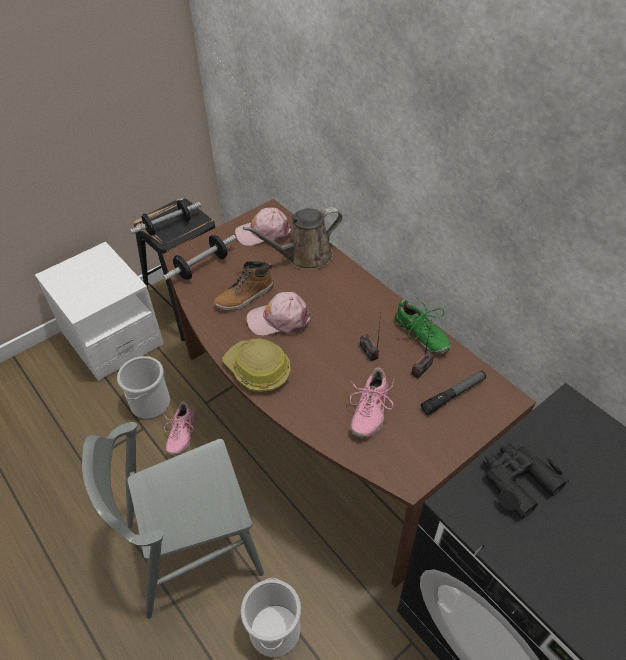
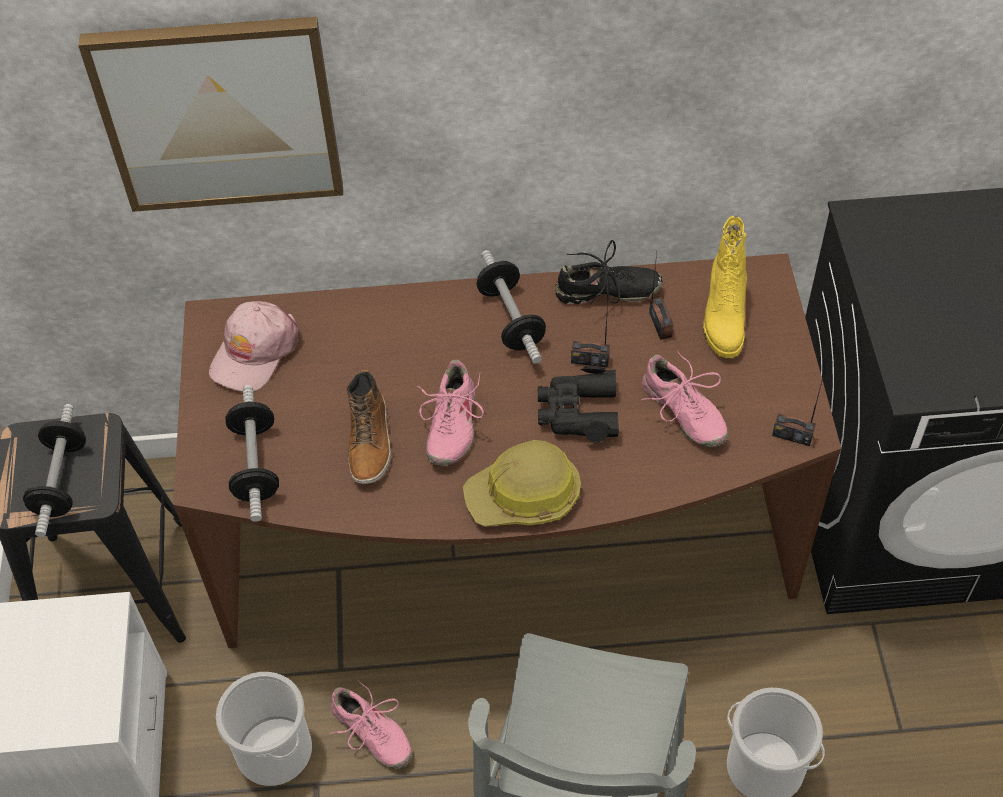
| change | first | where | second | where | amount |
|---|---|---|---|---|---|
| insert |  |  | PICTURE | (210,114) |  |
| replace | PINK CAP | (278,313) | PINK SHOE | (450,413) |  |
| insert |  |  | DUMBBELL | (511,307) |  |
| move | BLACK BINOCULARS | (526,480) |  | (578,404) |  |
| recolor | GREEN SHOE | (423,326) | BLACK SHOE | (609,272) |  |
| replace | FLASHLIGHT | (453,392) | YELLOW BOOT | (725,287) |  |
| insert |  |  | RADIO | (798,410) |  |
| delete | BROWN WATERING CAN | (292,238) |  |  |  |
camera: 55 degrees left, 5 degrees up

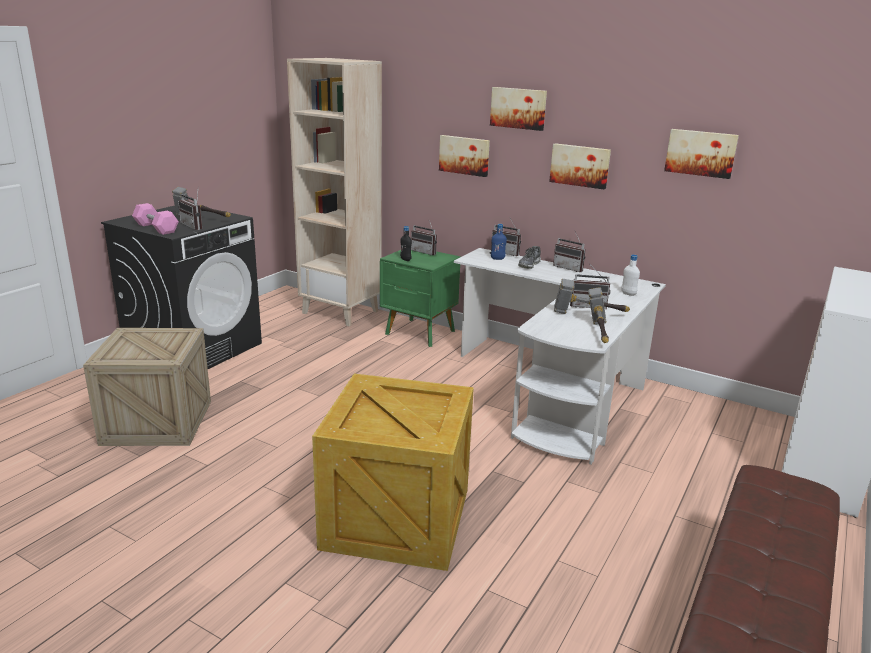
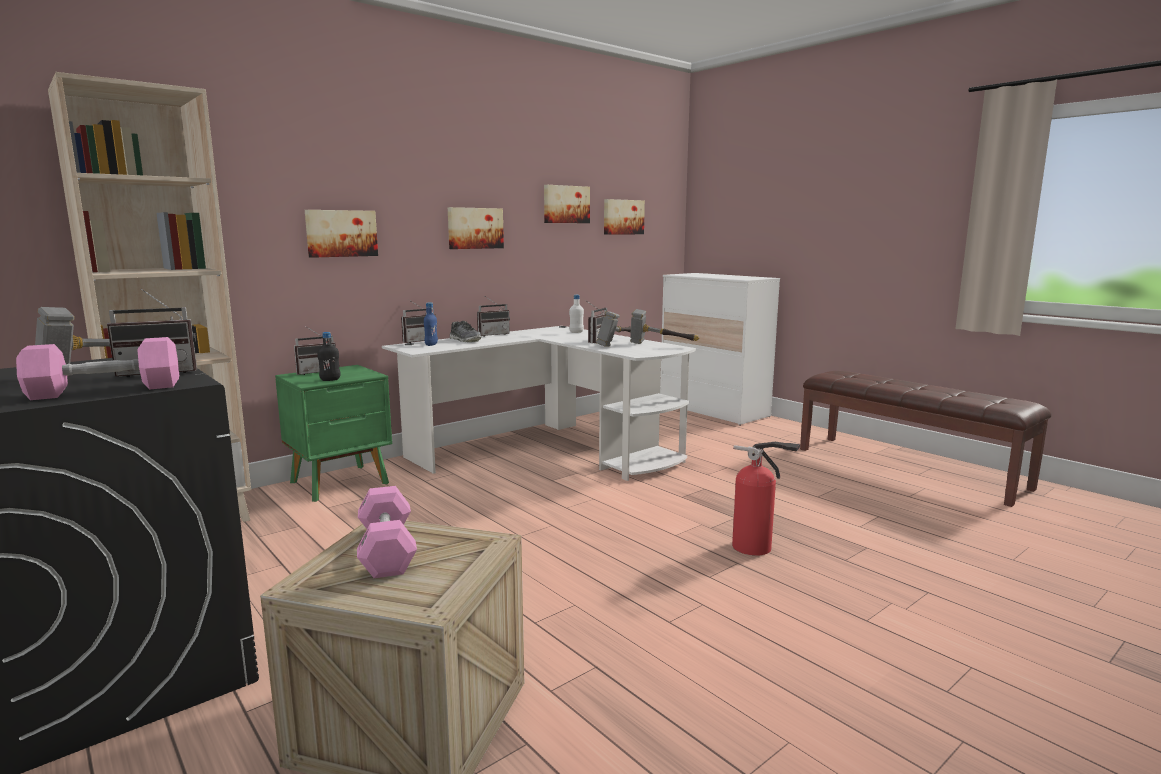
| change | first | where | second | where | amount |
|---|---|---|---|---|---|
| insert |  |  | PINK DUMBBELL | (387,532) |  |
| move | PICTURE | (518,109) |  | (624,217) |  |
| replace | CRATE | (393,472) | FIRE EXTINGUISHER | (766,499) |  |
camera: 70 degrees left, 10 degrees down

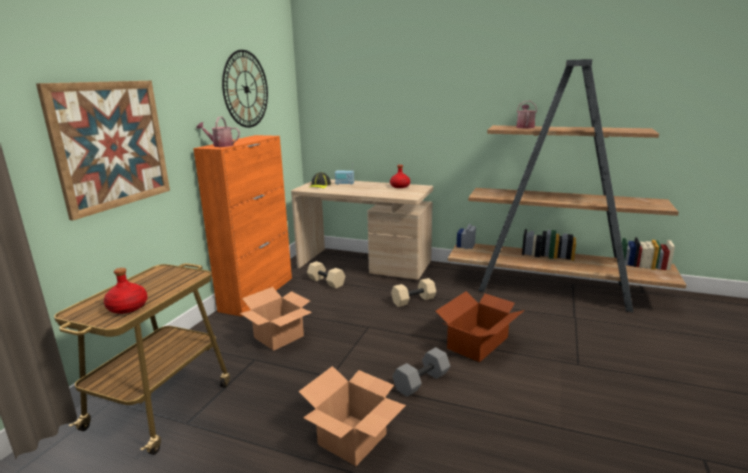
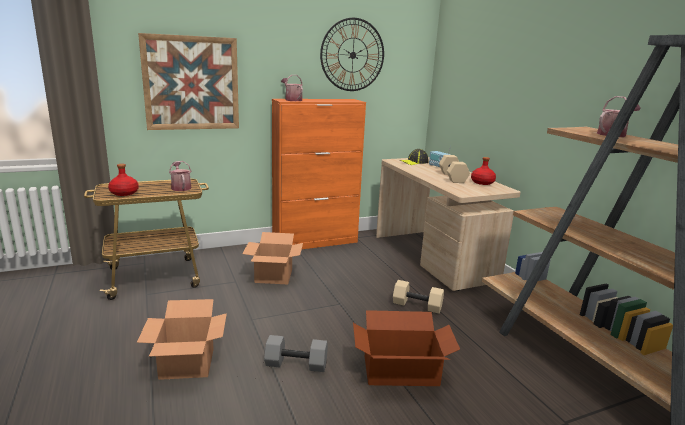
| change | first | where | second | where | amount |
|---|---|---|---|---|---|
| insert |  |  | WATERING CAN | (180,176) |  |
| move | BEIGE DUMBBELL | (326,275) |  | (454,169) |  |
camera: 45 degrees right, 0 degrees up

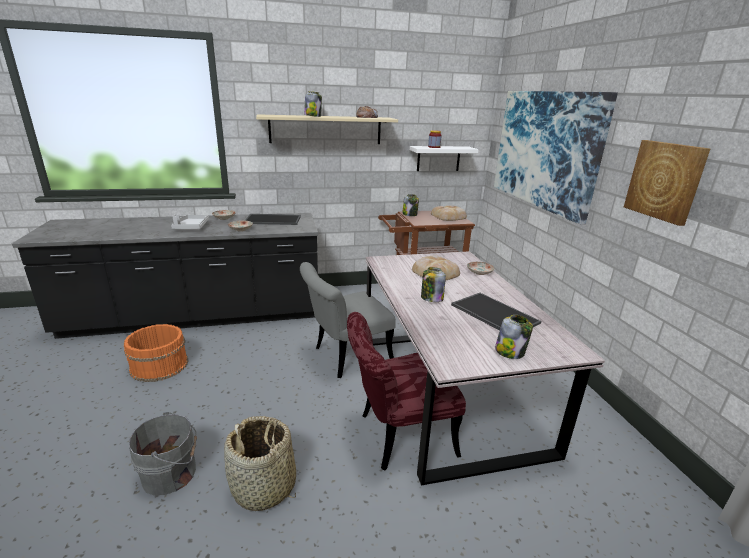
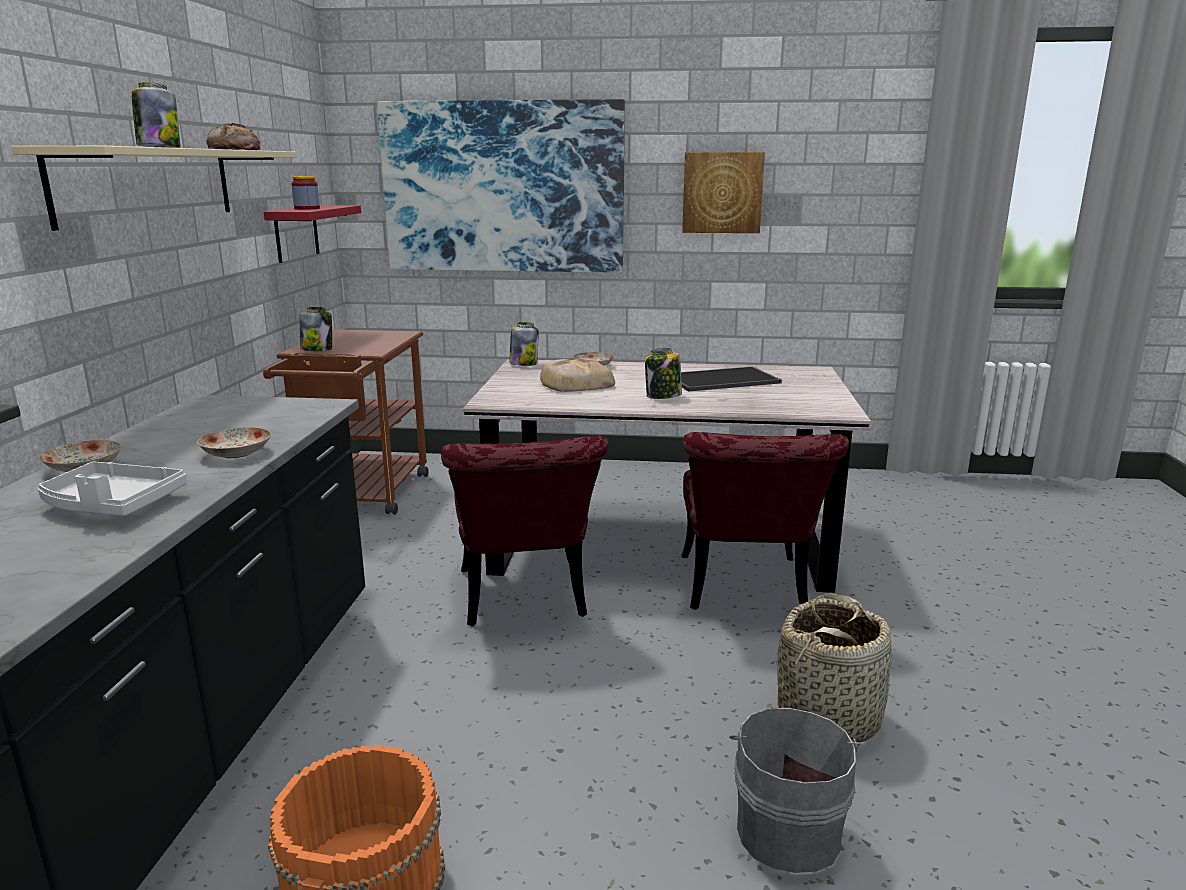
| change | first | where | second | where | amount |
|---|---|---|---|---|---|
| recolor | WHITE SHELF | (444,158) | RED SHELF | (312,234) |  |
| recolor | GREY CHAIR | (348,320) | RED CHAIR | (524,531) |  |
| move | JAR | (514,337) |  | (524,344) |  |
| delete | TRAY | (273,219) |  |  |  |
| delete | BREAD | (449,213) |  |  |  |
camera: 70 degrees left, 5 degrees down

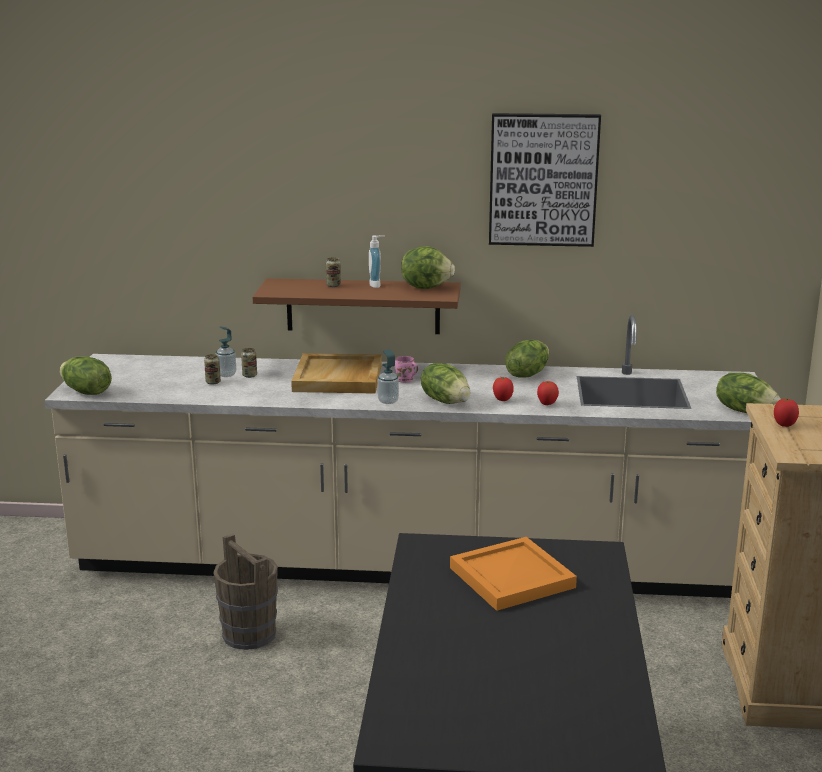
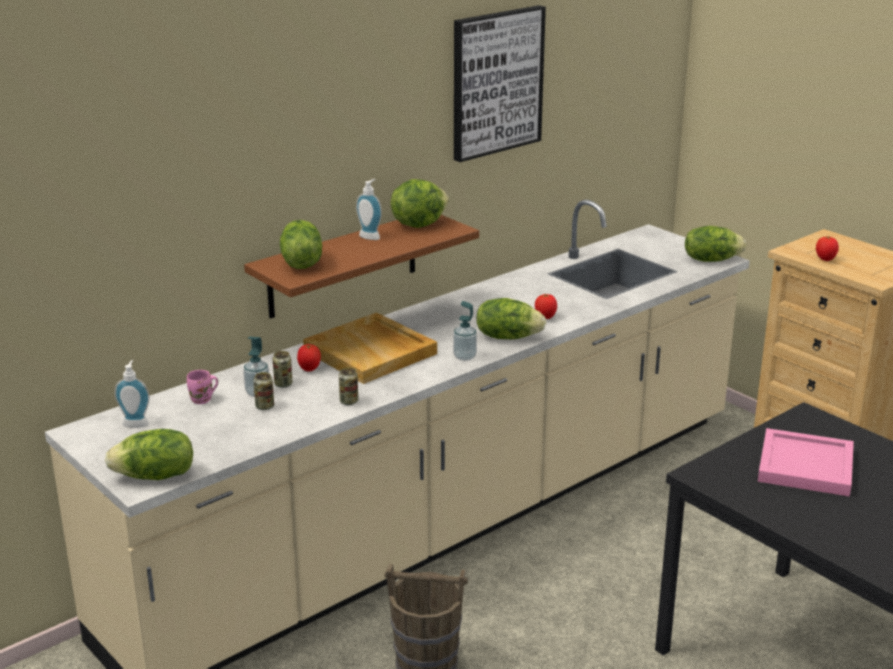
| change | first | where | second | where | amount |
|---|---|---|---|---|---|
| insert |  |  | SOAP DISPENSER | (132,394) |  |
| move | PINK MUG | (406,369) |  | (202,387) |  |
| move | LETTUCE | (527,359) |  | (301,244) |  |
| move | TOMATO | (548,393) |  | (309,358) |  |
| move | CAN | (333,272) |  | (348,386) |  |
| recolor | ORANGE TRAY | (513,574) | PINK TRAY | (806,462) |  |
camera: 45 degrees left, 5 degrees up

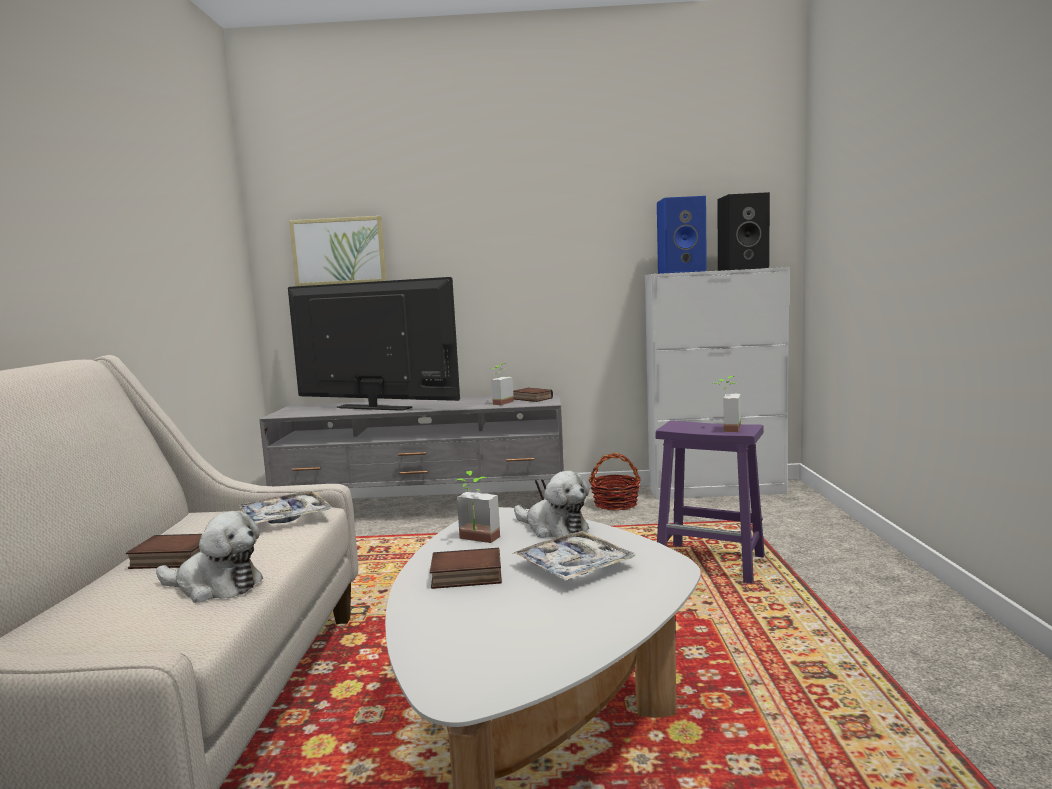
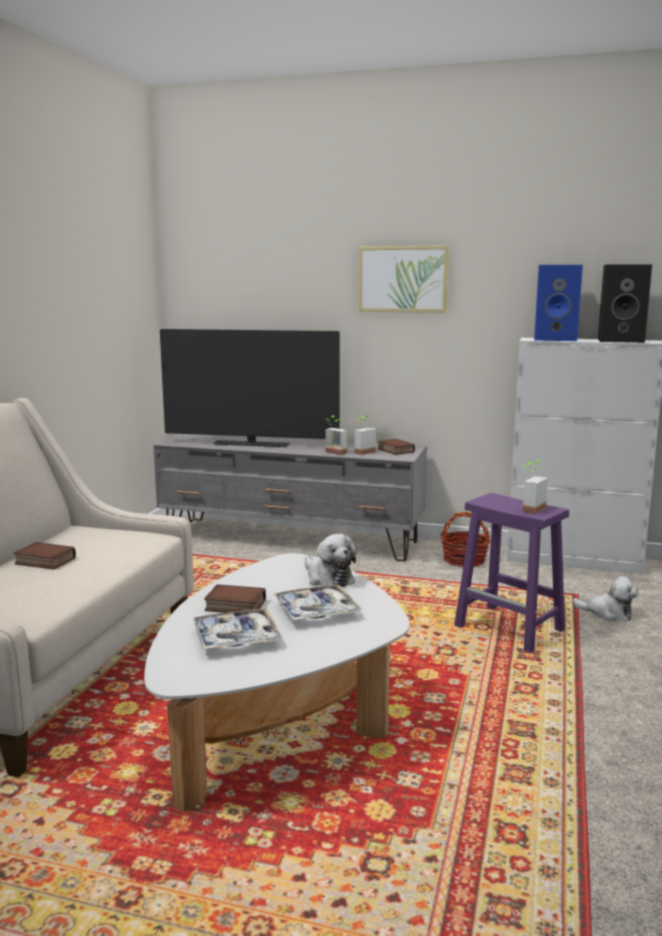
| change | first | where | second | where | amount |
|---|---|---|---|---|---|
| rotate | TELEVISION | (374,344) |  | (250,388) | 150 degrees clockwise |
| move | TRAY | (285,507) |  | (237,628) |  |
| move | POTTED PLANT | (477,507) |  | (336,435) |  |
| move | PICTURE | (338,251) |  | (403,279) |  |
| move | PLUSH TOY | (209,557) |  | (605,599) |  |
camera: 15 degrees right, 5 degrees up

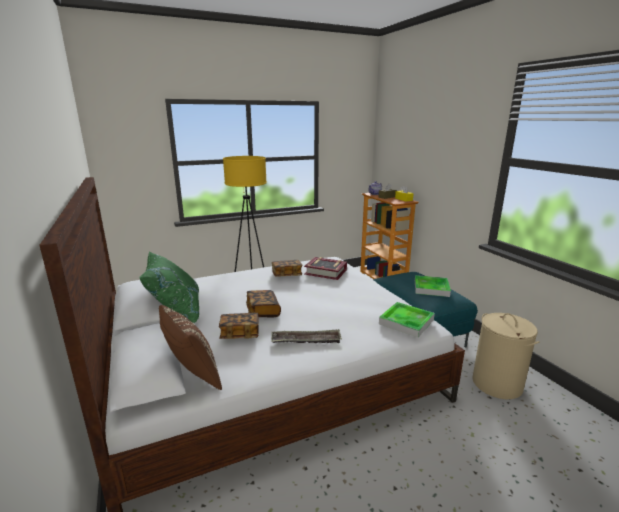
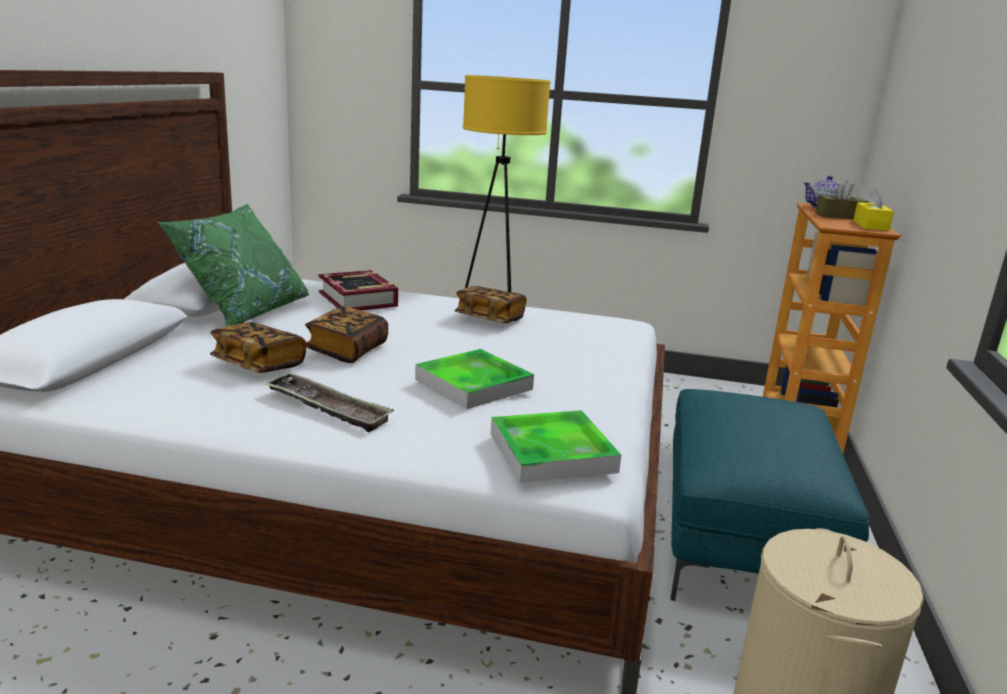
| change | first | where | second | where | amount |
|---|---|---|---|---|---|
| move | BOOK | (325,268) |  | (358,290) |  |
| move | TRAY | (433,286) |  | (474,379) |  |
| delete | BROWN PILLOW | (190,347) |  |  |  |
camera: 35 degrees right, 0 degrees up

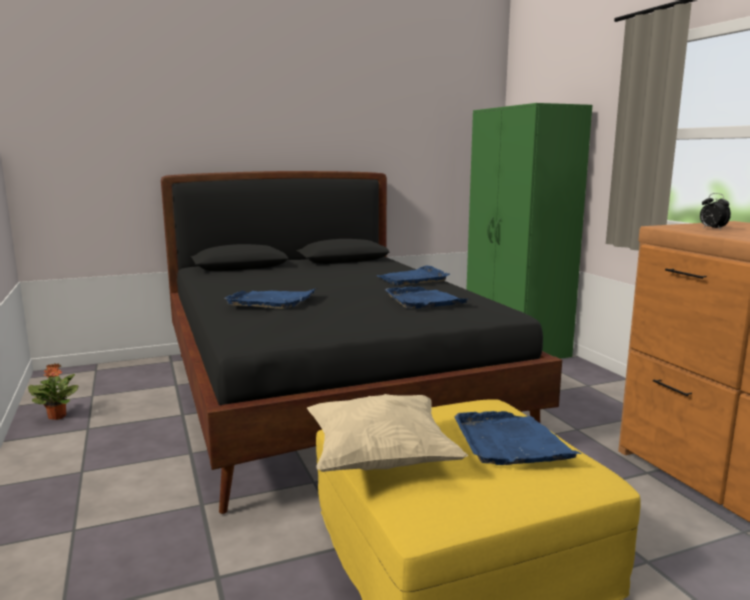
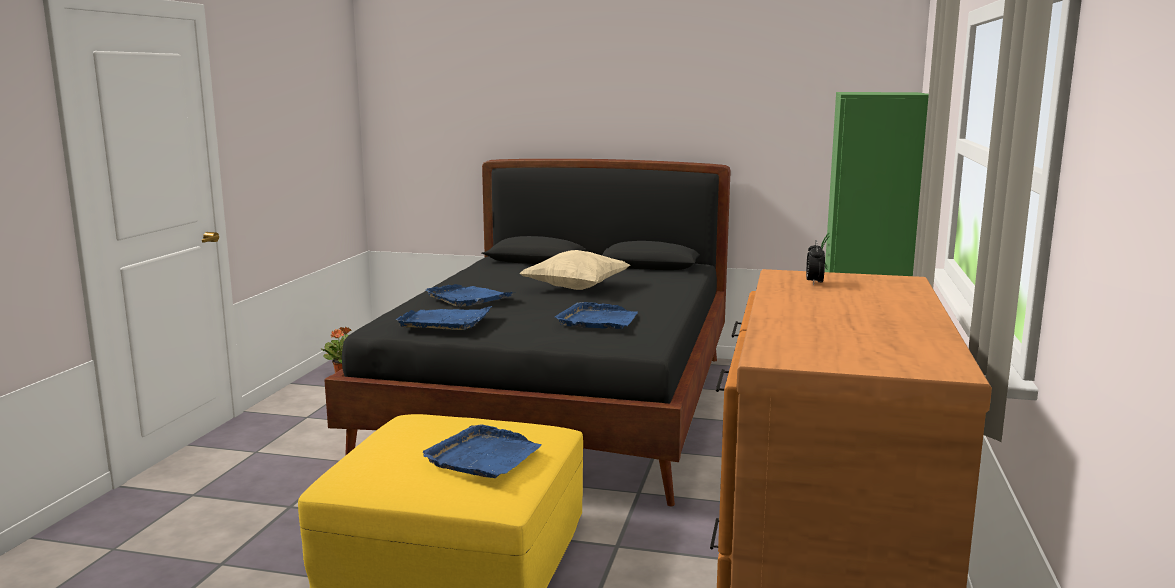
| change | first | where | second | where | amount |
|---|---|---|---|---|---|
| move | BLUE TRAY | (413,275) |  | (444,318) |  |
| move | BEIGE PILLOW | (387,433) |  | (574,270) |  |
camera: 35 degrees right, 0 degrees up

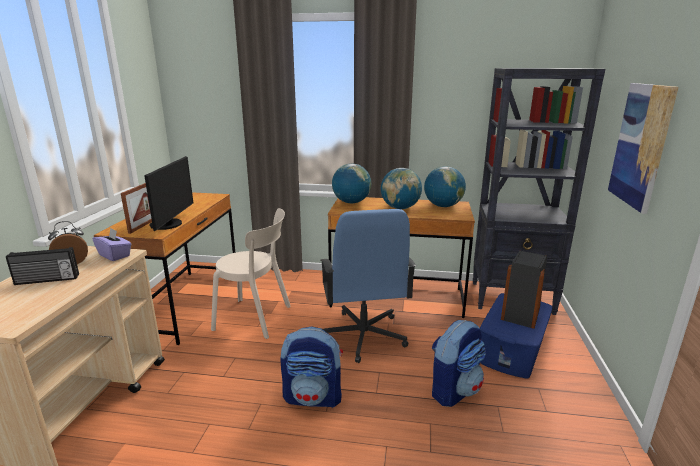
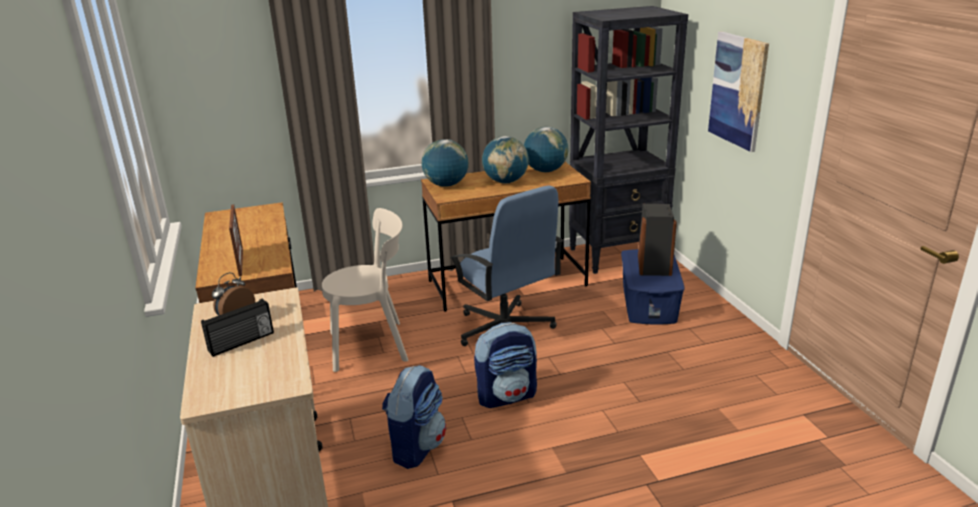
| change | first | where | second | where | amount |
|---|---|---|---|---|---|
| move | BACKPACK | (458,363) |  | (414,417) |  |
| delete | PURPLE TISSUE BOX | (111,244) |  |  |  |
| delete | MONITOR | (168,193) |  |  |  |
camera: 25 degrees left, 5 degrees up

